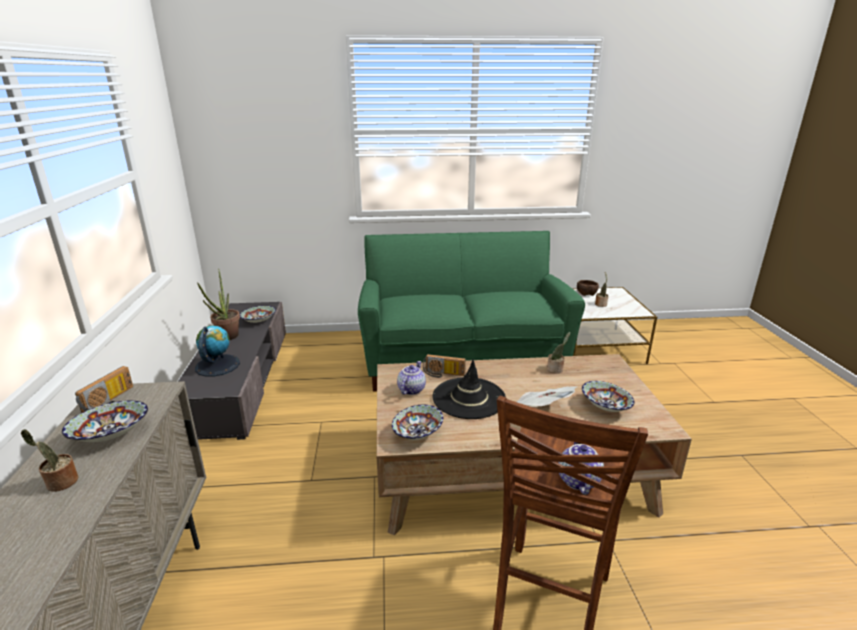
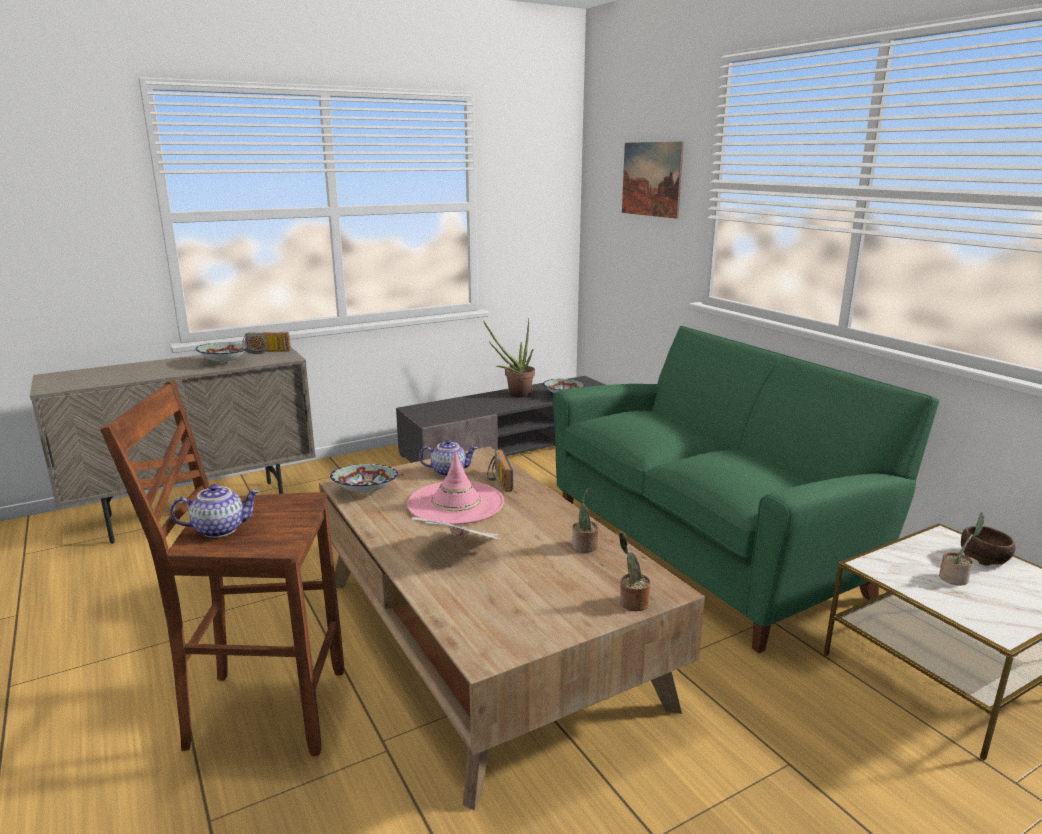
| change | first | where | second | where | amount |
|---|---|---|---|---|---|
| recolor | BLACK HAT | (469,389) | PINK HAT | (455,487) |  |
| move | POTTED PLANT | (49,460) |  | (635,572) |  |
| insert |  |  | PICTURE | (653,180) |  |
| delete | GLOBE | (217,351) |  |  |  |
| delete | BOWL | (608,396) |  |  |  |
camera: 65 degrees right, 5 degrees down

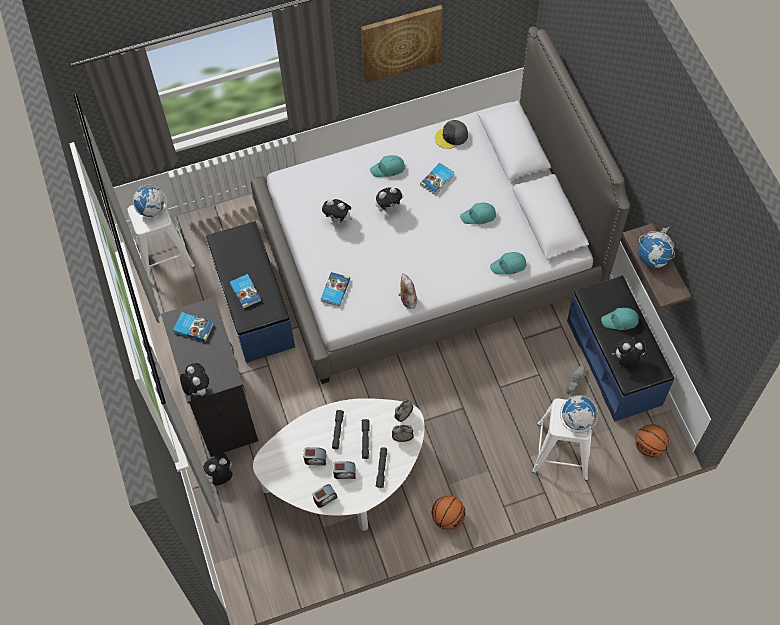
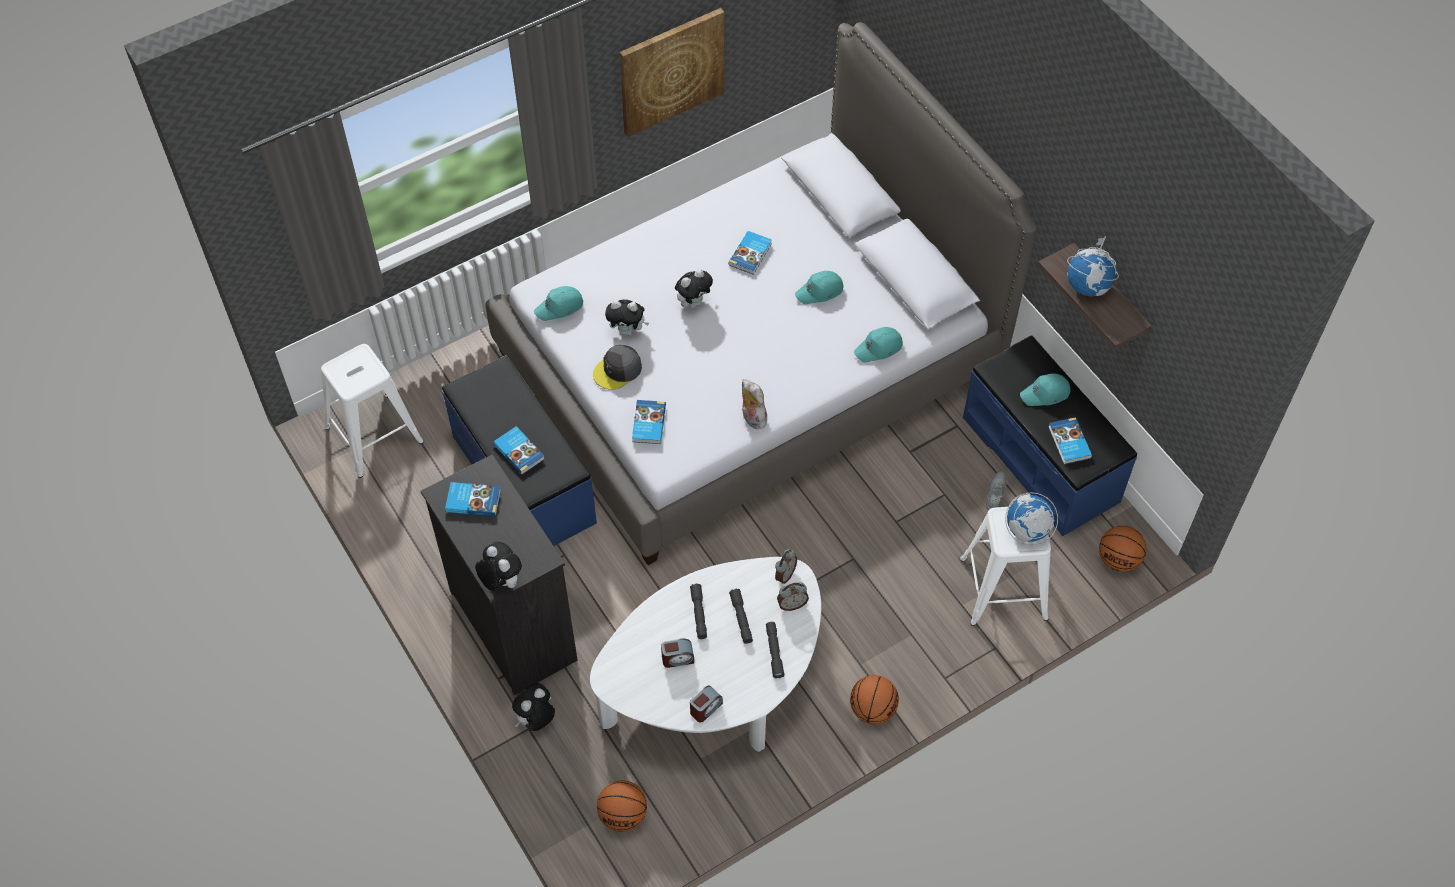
| change | first | where | second | where | amount |
|---|---|---|---|---|---|
| move | TURQUOISE CAP | (387,166) |  | (558,303) |  |
| move | GREY CAP | (451,134) |  | (617,367) |  |
| insert |  |  | BASKETBALL | (622,806) |  |
| replace | PLUSH TOY | (629,352) | BOOK | (1070,440) |  |
| delete | GLOBE | (150,201) |  |  |  |
| delete | ALARM CLOCK | (344,470) |  |  |  |
camera: 15 degrees left, 5 degrees down

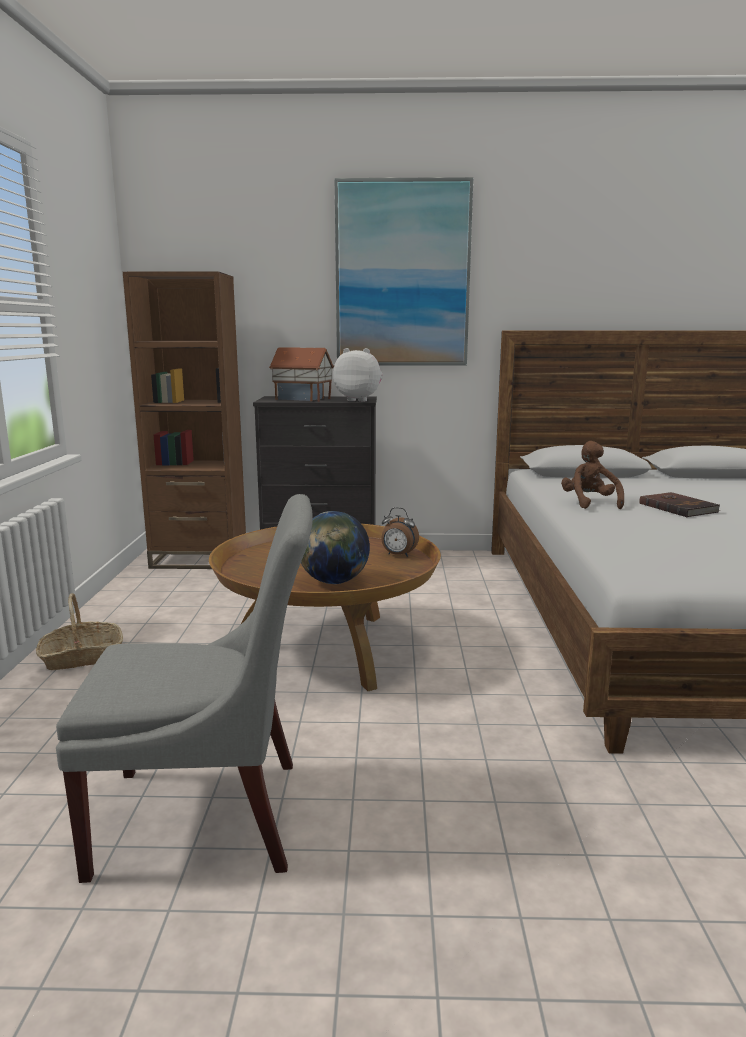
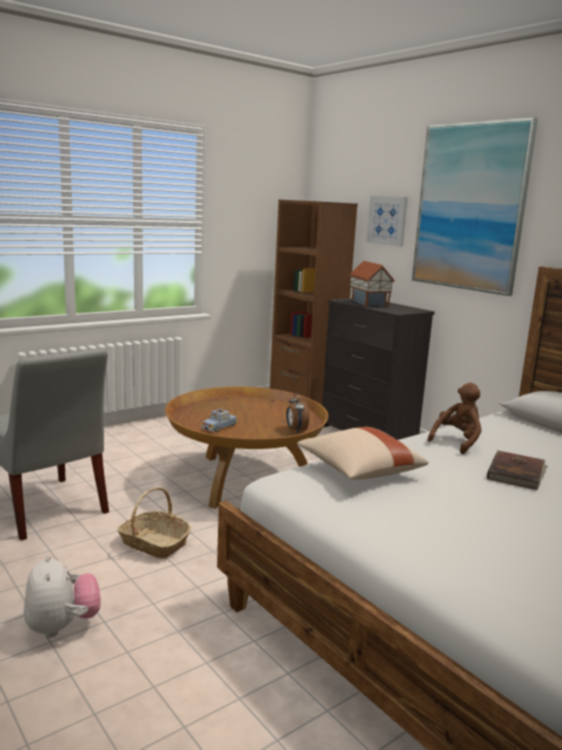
| change | first | where | second | where | amount |
|---|---|---|---|---|---|
| move | PLUSH TOY | (358,375) |  | (62,596) |  |
| move | BASKET | (79,632) |  | (154,523) |  |
| replace | GLOBE | (335,547) | BLUE TOY CAR | (219,420) |  |
| insert |  |  | BEIGE PILLOW | (362,453) |  |
| insert |  |  | PICTURE | (387,221) |  |
camera: 50 degrees right, 0 degrees up

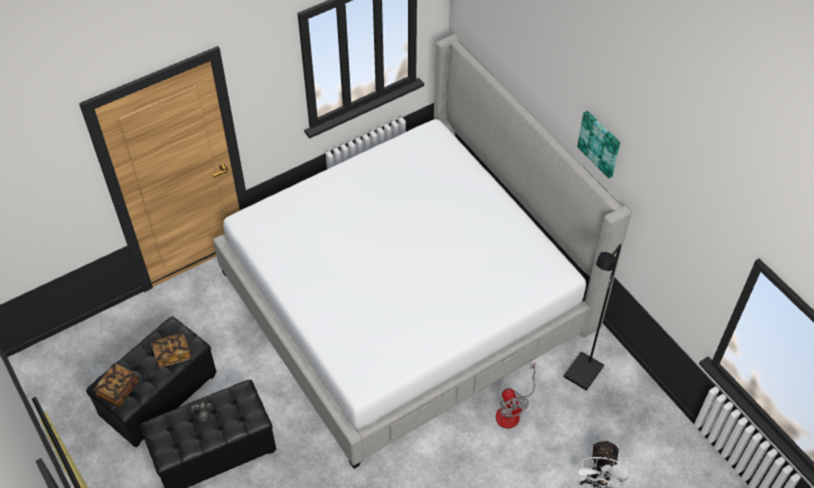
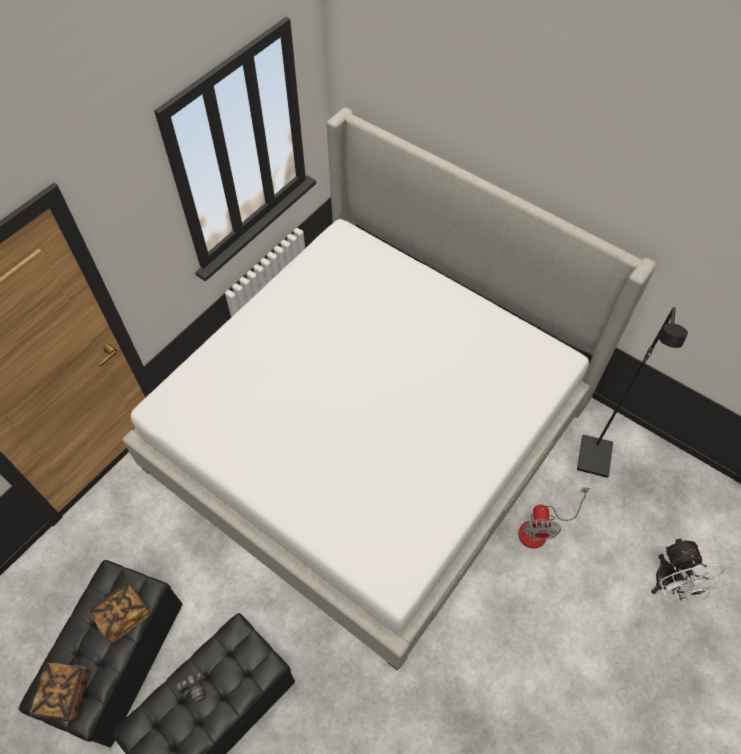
| change | first | where | second | where | amount |
|---|---|---|---|---|---|
| rotate | FAN | (516,395) |  | (554,518) | 45 degrees clockwise |
| delete | PICTURE | (598,145) |  |  |  |
camera: 20 degrees left, 5 degrees up

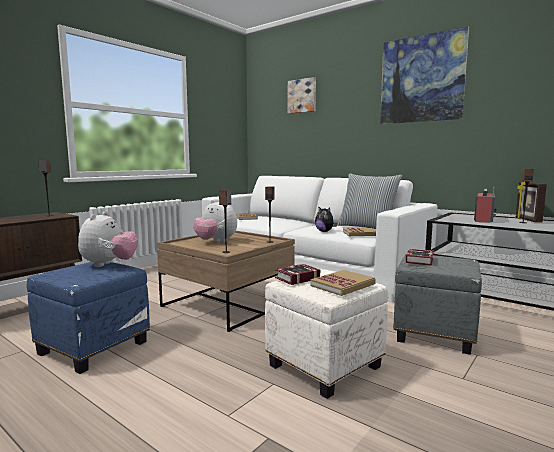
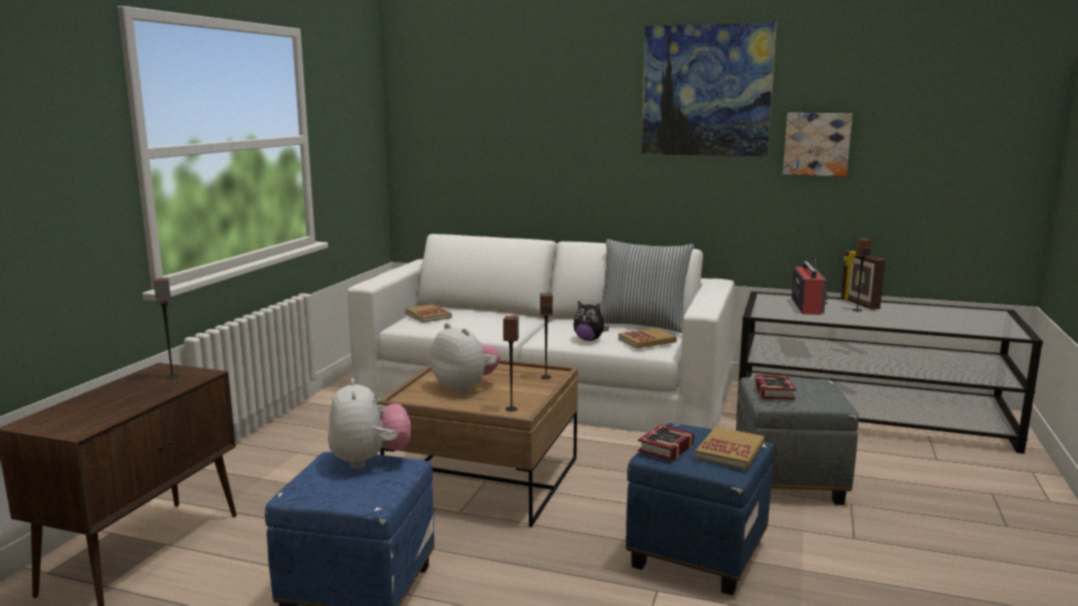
| change | first | where | second | where | amount |
|---|---|---|---|---|---|
| rotate | PLUSH TOY | (215,221) |  | (465,358) | 150 degrees counterclockwise |
| recolor | WHITE OTTOMAN | (326,334) | BLUE OTTOMAN | (700,509) |  |
| move | PICTURE | (302,95) |  | (818,145) |  |
camera: 20 degrees left, 5 degrees up

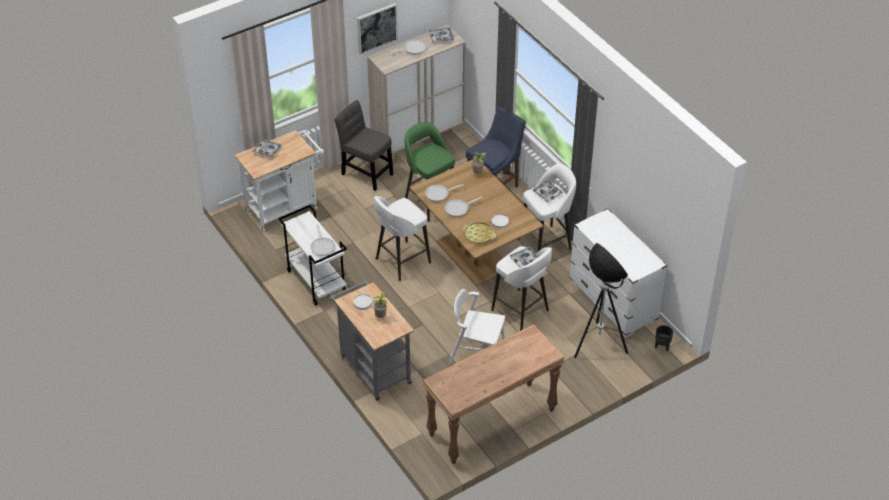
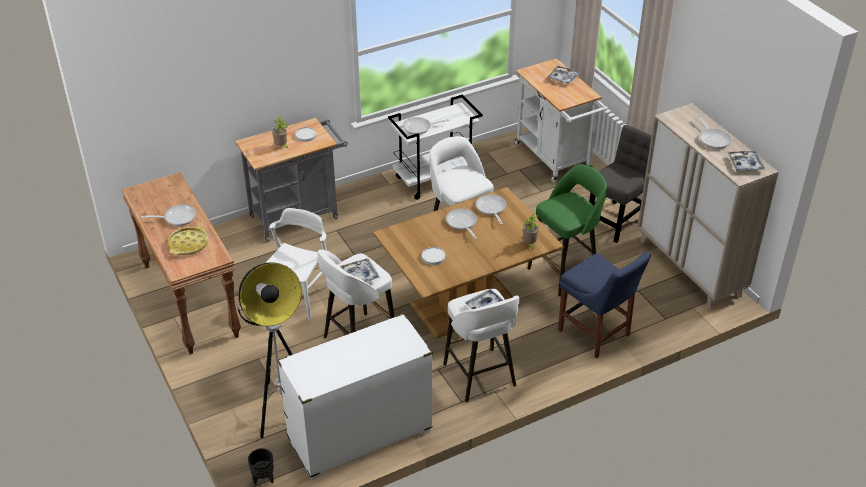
| change | first | where | second | where | amount |
|---|---|---|---|---|---|
| insert |  |  | FRYING PAN | (168,215) |  |
| move | YELLOW TRAY | (479,233) |  | (188,240) |  |
| delete | PICTURE | (377,29) |  |  |  |
camera: 95 degrees right, 5 degrees down

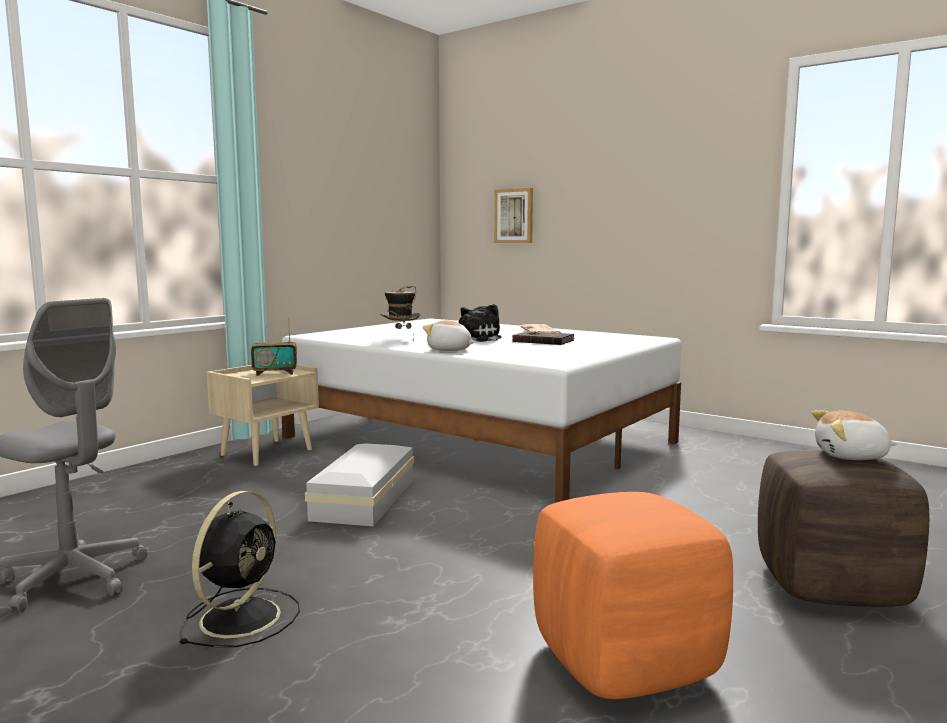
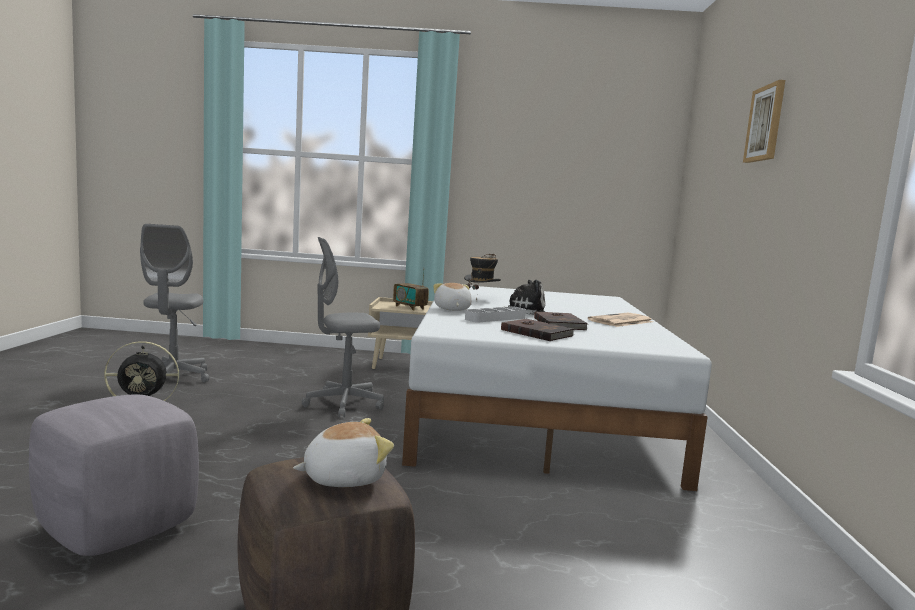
| change | first | where | second | where | amount |
|---|---|---|---|---|---|
| recolor | ORANGE OTTOMAN | (633,595) | GREY OTTOMAN | (114,475) |  |
| rotate | PLUSH TOY | (855,435) |  | (343,452) | 90 degrees clockwise |
| replace | WHITE STORAGE BOX | (359,484) | GREY OFFICE CHAIR | (342,327) |  |
| insert |  |  | GREY TRAY | (495,314) |  |
| insert |  |  | BROWN BOOK | (537,330) |  |
| move | PICTURE | (513,215) |  | (764,121) |  |
camera: 55 degrees right, 0 degrees up

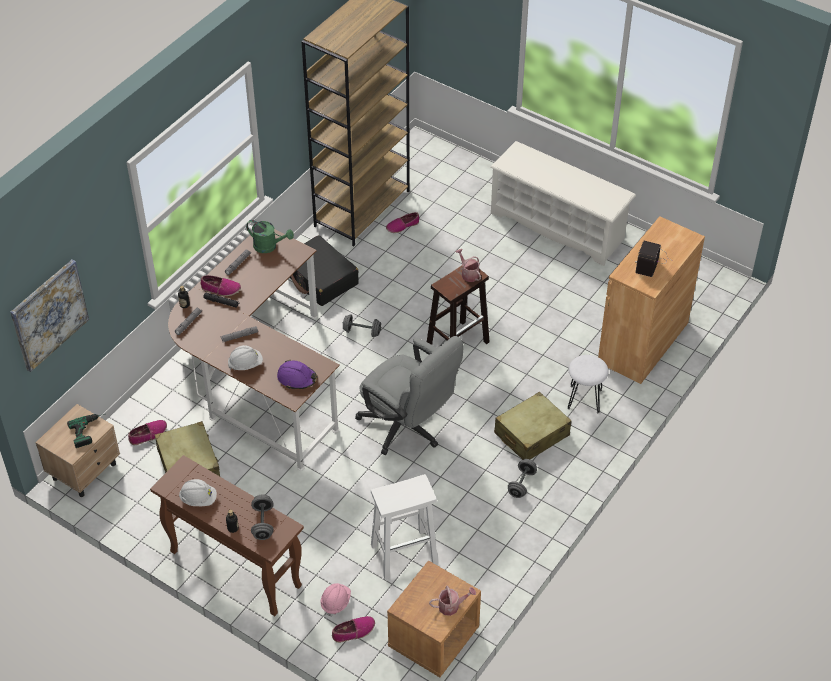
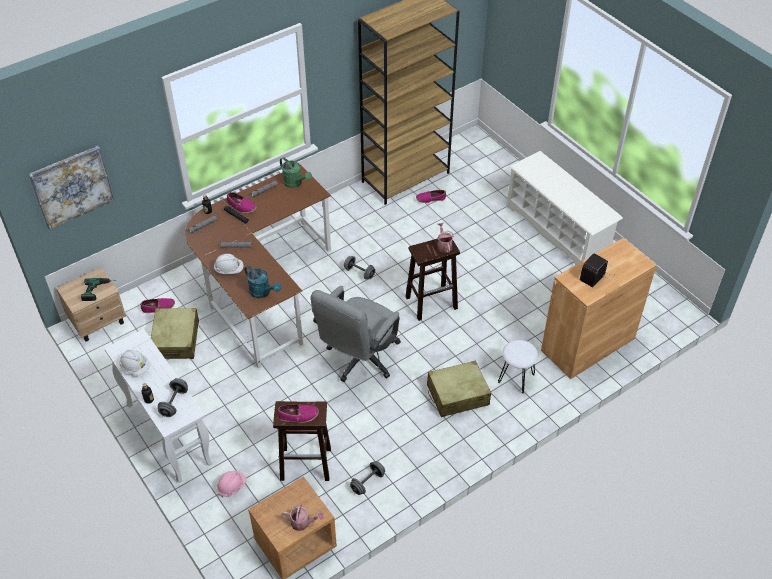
| change | first | where | second | where | amount |
|---|---|---|---|---|---|
| recolor | BROWN CONSOLE TABLE | (227,535) | WHITE CONSOLE TABLE | (158,406) |  |
| replace | PURPLE HARD HAT | (297,374) | TURQUOISE WATERING CAN | (262,282) |  |
| recolor | WHITE STOOL | (404,527) | BROWN STOOL | (302,441) |  |
| move | SHOE | (353,629) |  | (298,413) |  |
| rotate | GREY OFFICE CHAIR | (409,395) |  | (356,334) | 60 degrees clockwise |
| move | GREY DUMBBELL | (522,478) |  | (367,478) |  |
| delete | BLACK SUITCASE | (324,270) |  |  |  |
camera: 20 degrees right, 0 degrees up

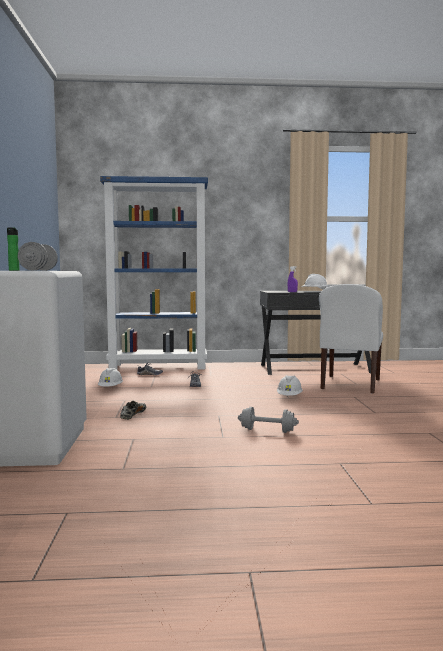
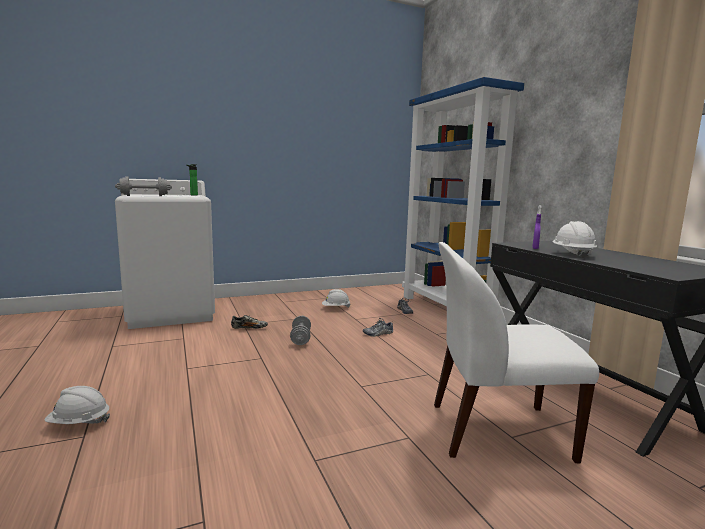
| change | first | where | second | where | amount |
|---|---|---|---|---|---|
| move | WHITE HARD HAT | (290,385) |  | (77,405) |  |
| move | GREY DUMBBELL | (268,420) |  | (300,330) |  |
camera: 70 degrees right, 5 degrees up

